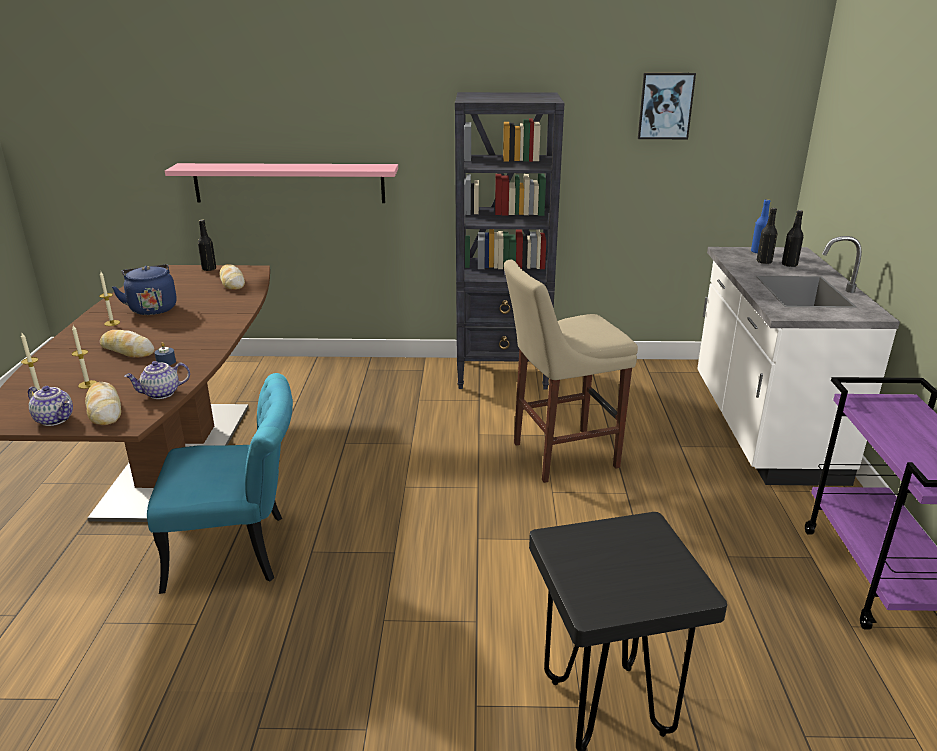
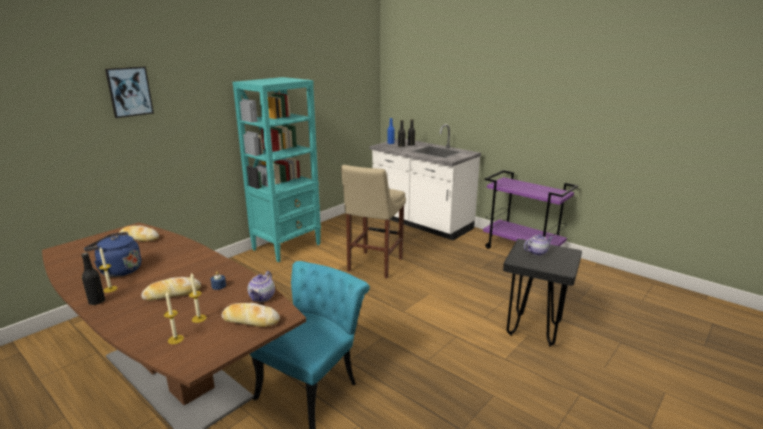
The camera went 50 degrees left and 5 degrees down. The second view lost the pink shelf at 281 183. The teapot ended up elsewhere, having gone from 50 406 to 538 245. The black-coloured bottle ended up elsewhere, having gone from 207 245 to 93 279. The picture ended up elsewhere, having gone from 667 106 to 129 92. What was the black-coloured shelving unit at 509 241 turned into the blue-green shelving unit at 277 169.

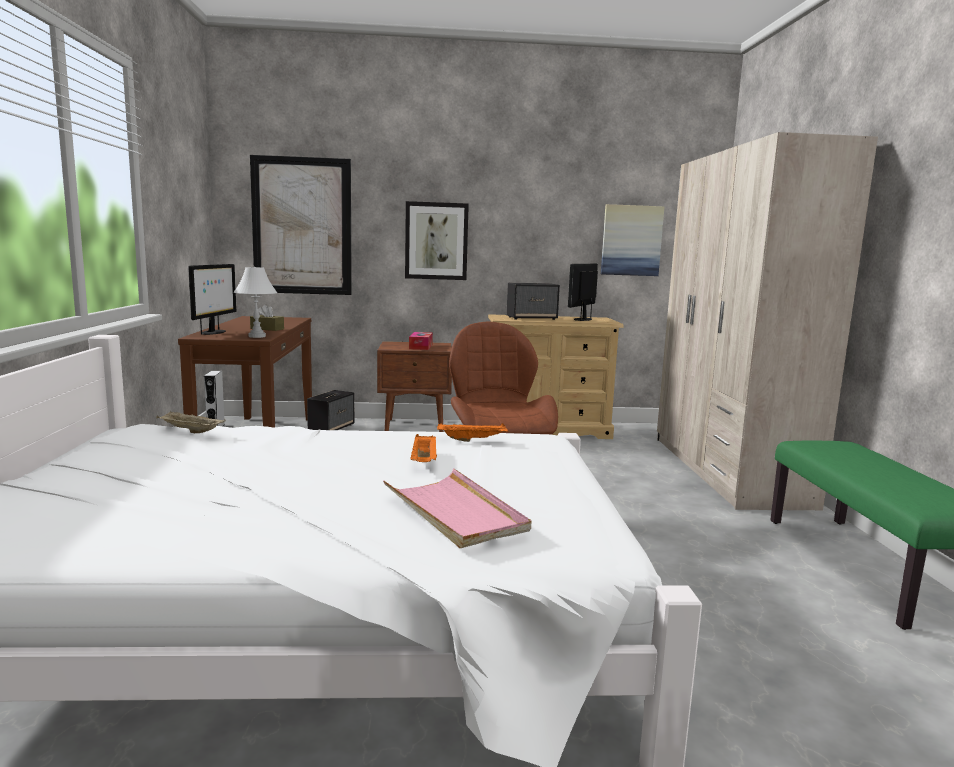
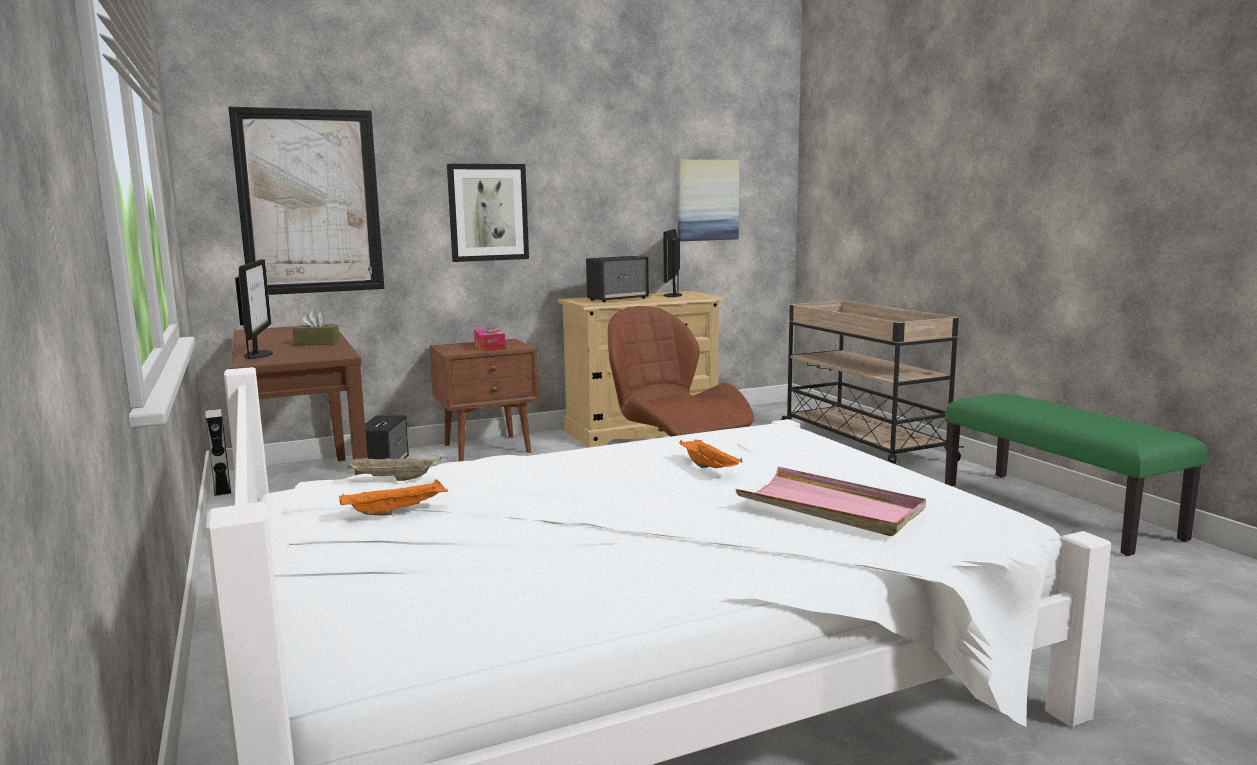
The camera went 20 degrees left and 0 degrees up. The second view lost the whitish tabletop lamp at 255 302. The orange-coloured carrying tray ended up elsewhere, having gone from 472 432 to 393 497. Where the beige-coloured armoire stood at 767 321, the beige-coloured trolley came to stand at 872 382.

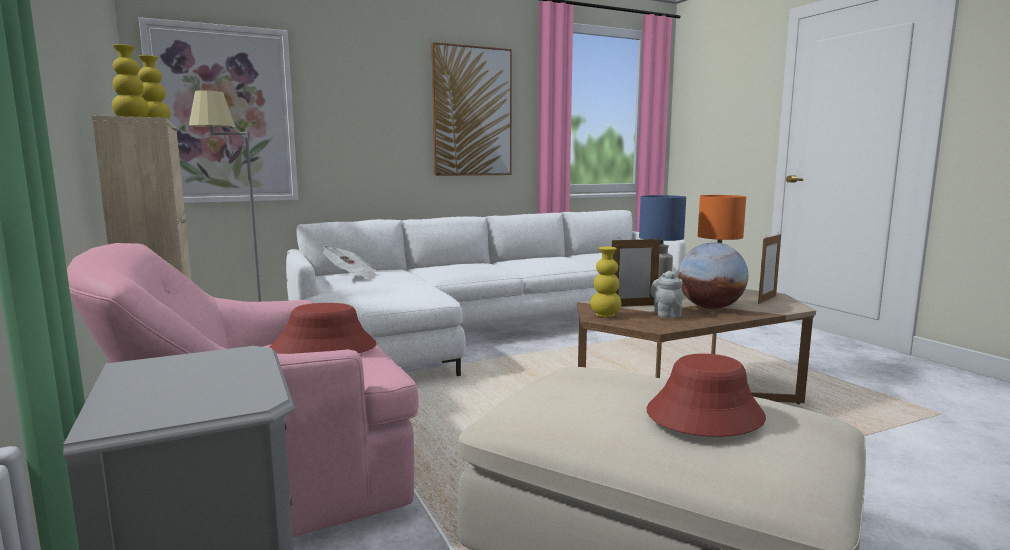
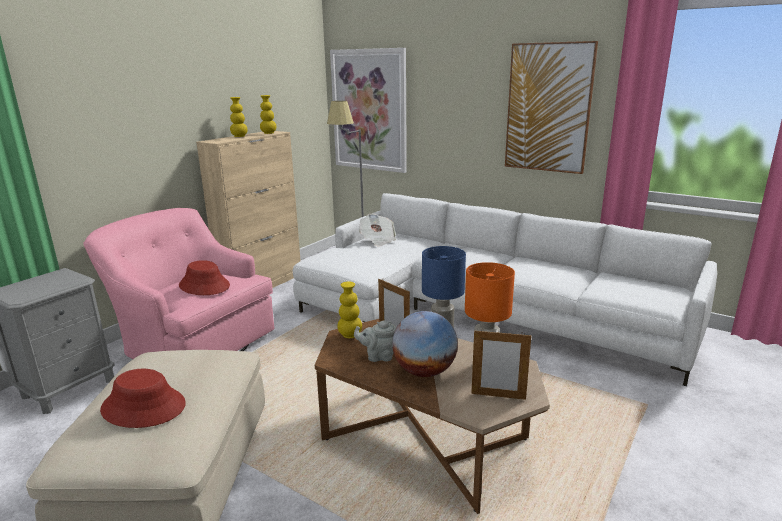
The camera went 60 degrees right and 10 degrees up. The gray teapot at 666 294 ended up facing another way, 150 degrees counterclockwise from before.

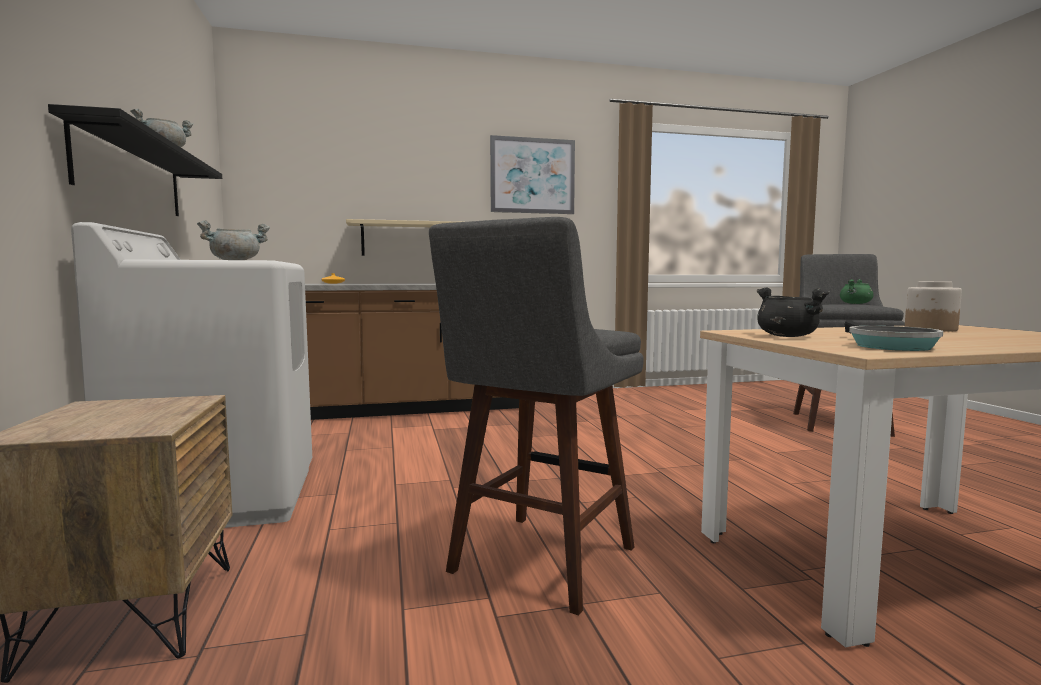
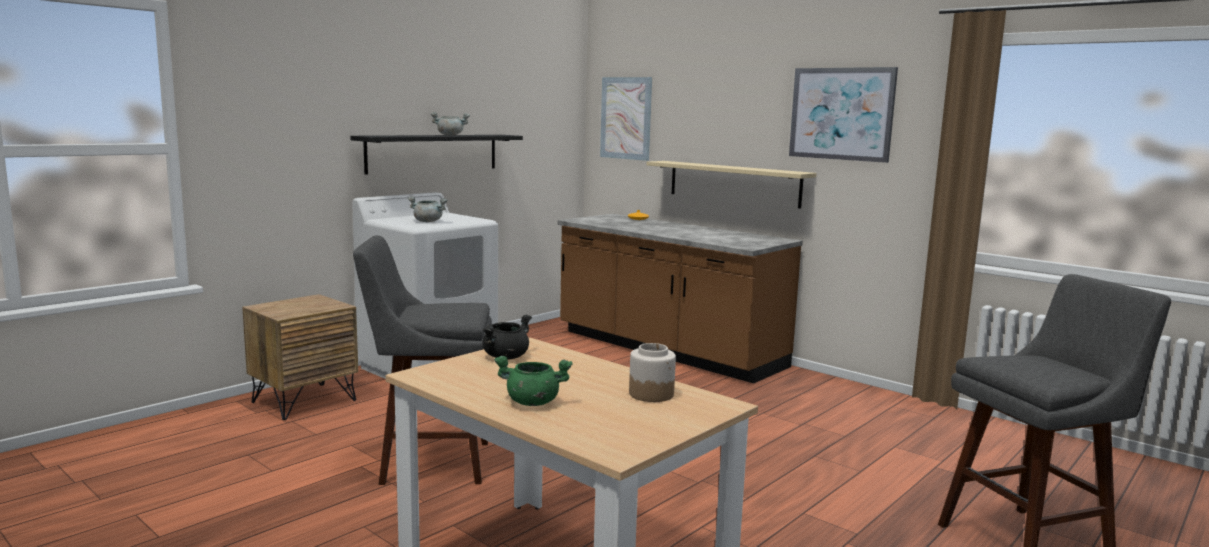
The camera went 55 degrees right and 5 degrees up. The second view lost the skillet at 893 336. The second view gained the picture at 626 119. The green-coloured stockpot ended up elsewhere, having gone from 857 291 to 533 381.

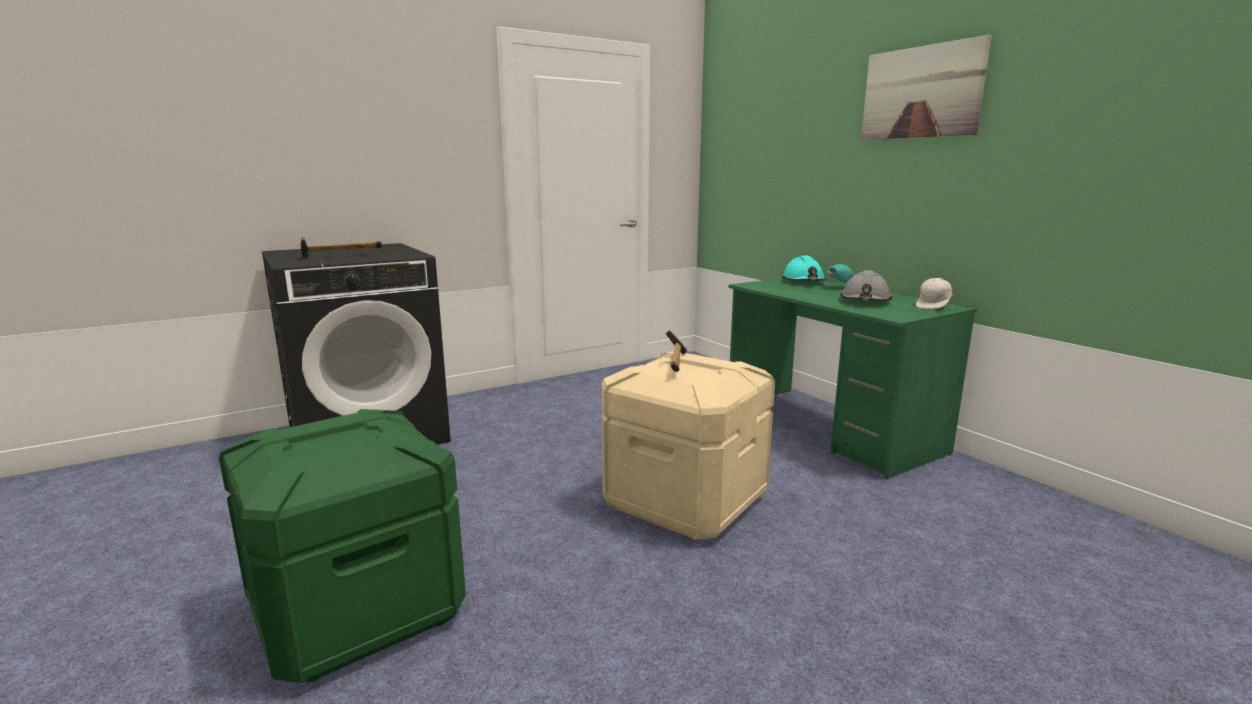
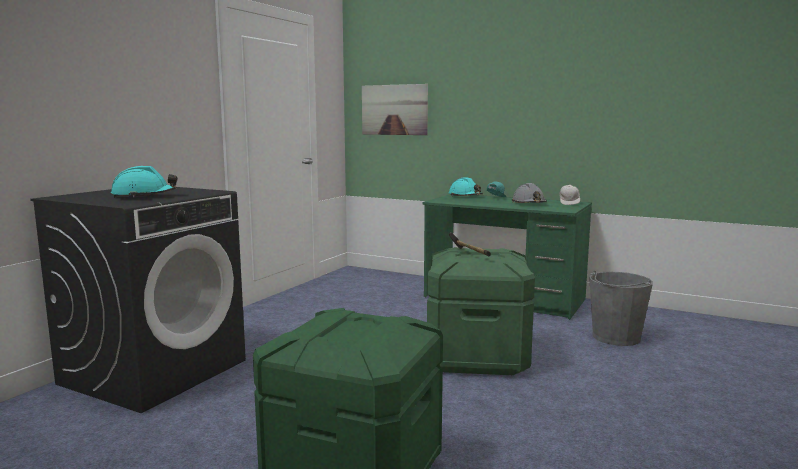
The camera went 30 degrees left and 5 degrees down. The second view gained the gray water bucket at 621 308. The picture ended up elsewhere, having gone from 926 87 to 395 109. Where the hammer stood at 341 247, the blue-green work helmet came to stand at 144 182. What was the beige-coloured storage container at 688 446 turned into the green-coloured storage container at 481 311.

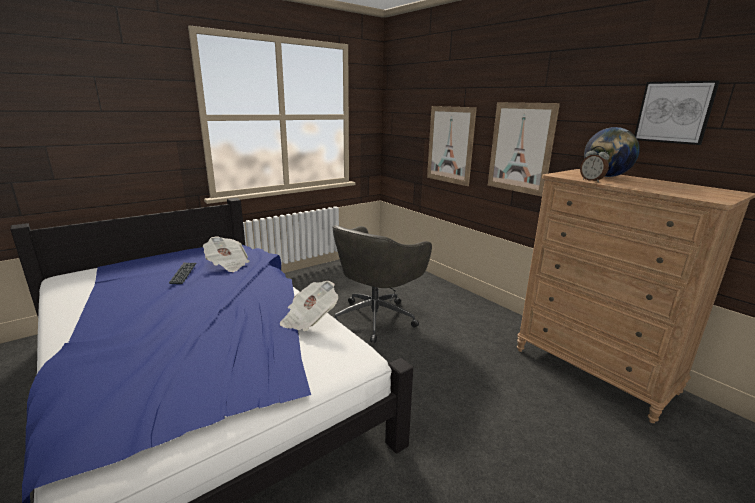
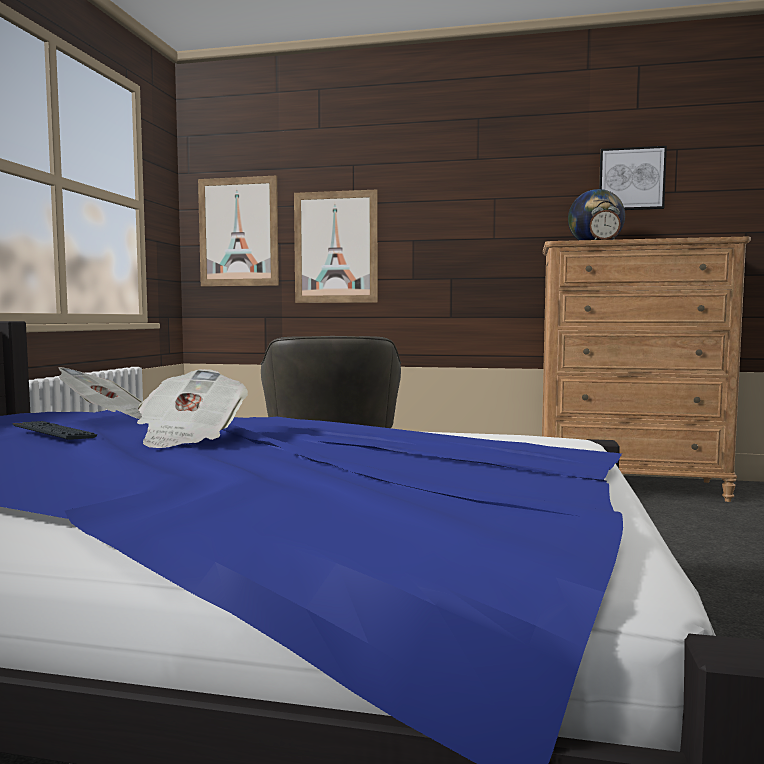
The camera went 40 degrees left and 15 degrees down. The printed paper ended up elsewhere, having gone from 309 306 to 192 408. The picture ended up elsewhere, having gone from 524 149 to 238 231.

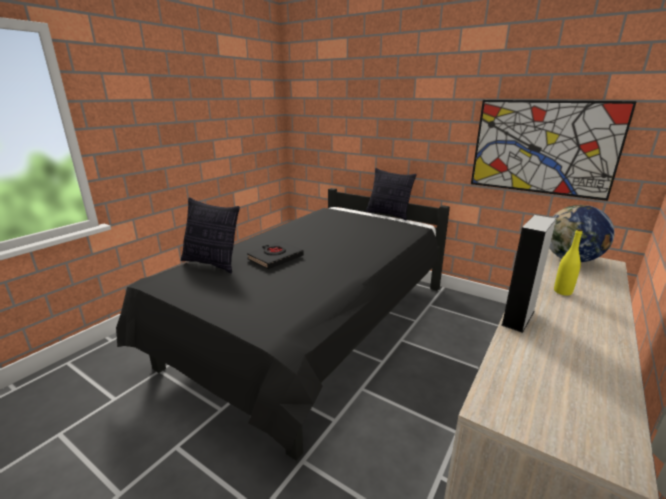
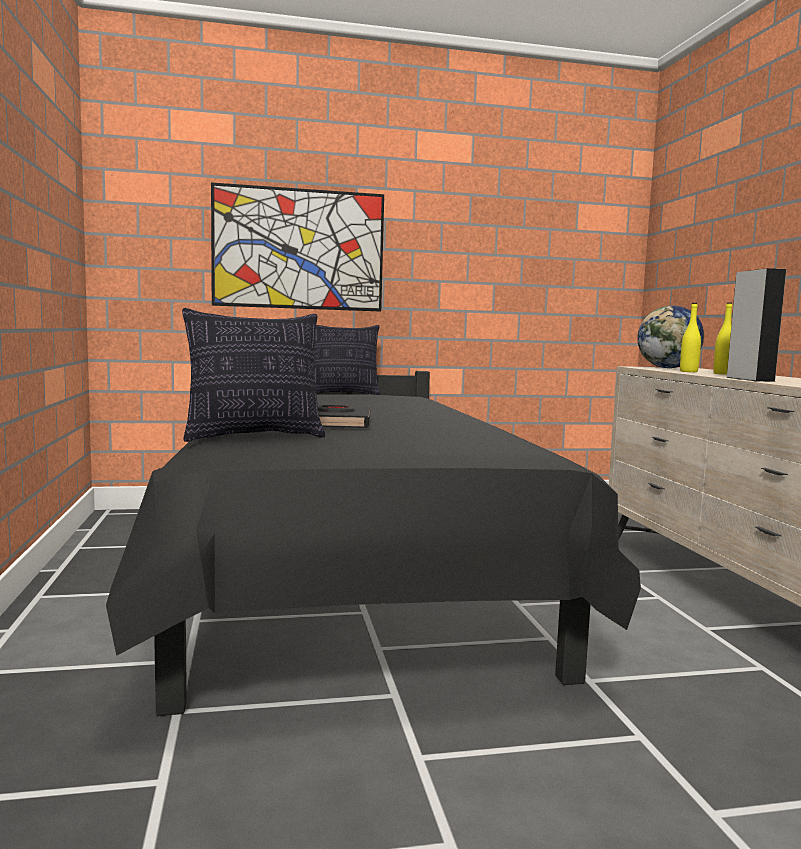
The camera went 45 degrees left and 15 degrees down. The second view gained the yellow-coloured bottle at 690 337. The picture ended up elsewhere, having gone from 554 150 to 297 247.

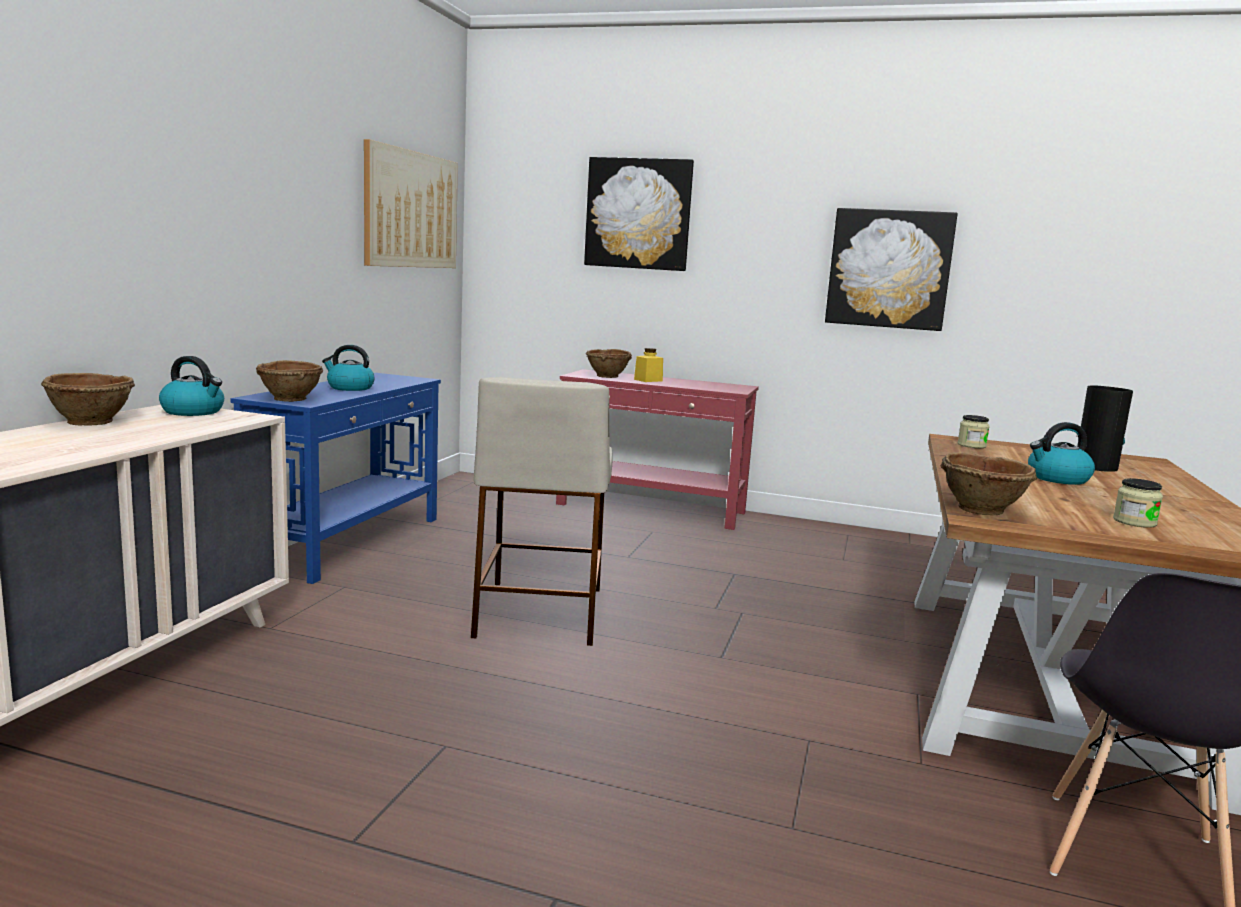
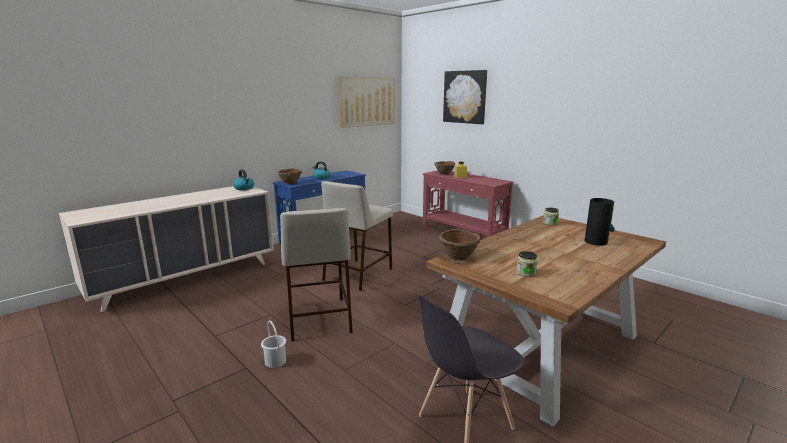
The camera went 30 degrees right and 5 degrees up. The second view lost the brown deep dish at 88 399. The second view lost the picture at 891 269. The second view lost the kettle at 1061 453. The second view gained the whitish water bucket at 273 344. The second view gained the beige-coloured stool seat at 316 275.

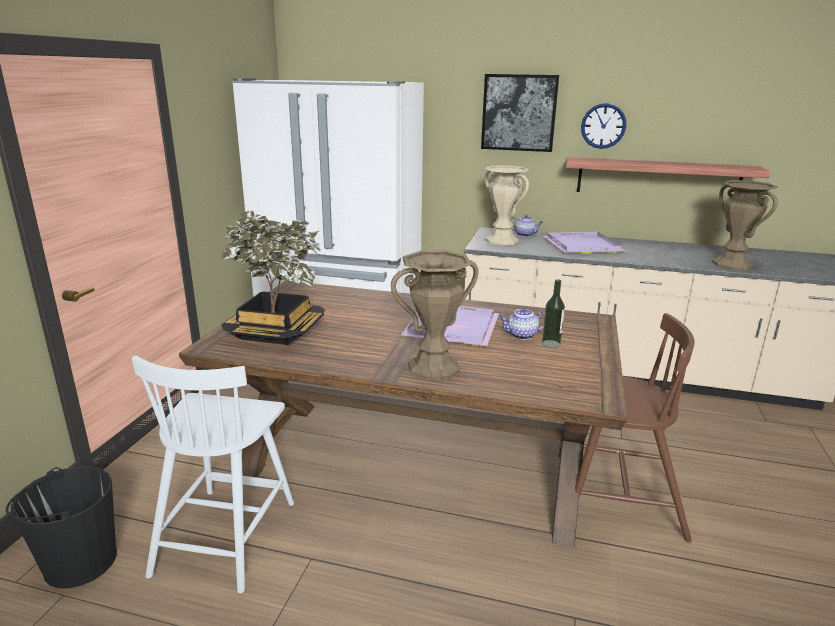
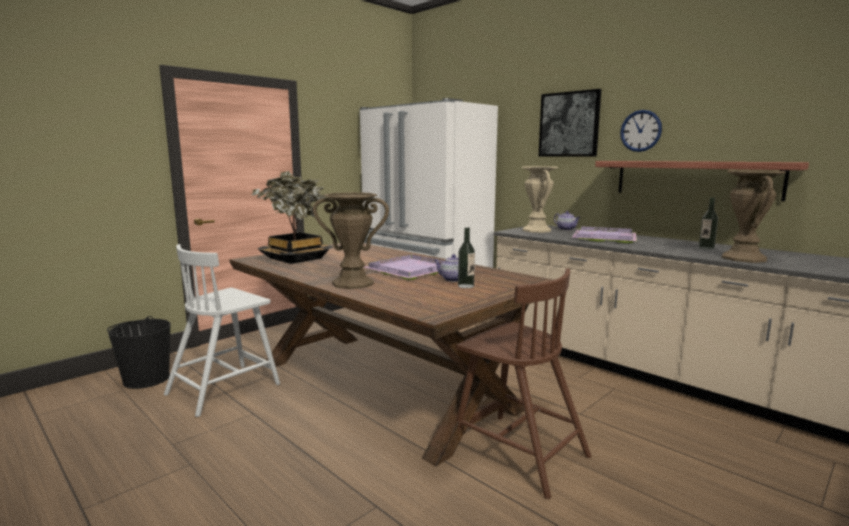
The camera went 30 degrees right and 10 degrees down. The second view gained the bottle at 708 223.

